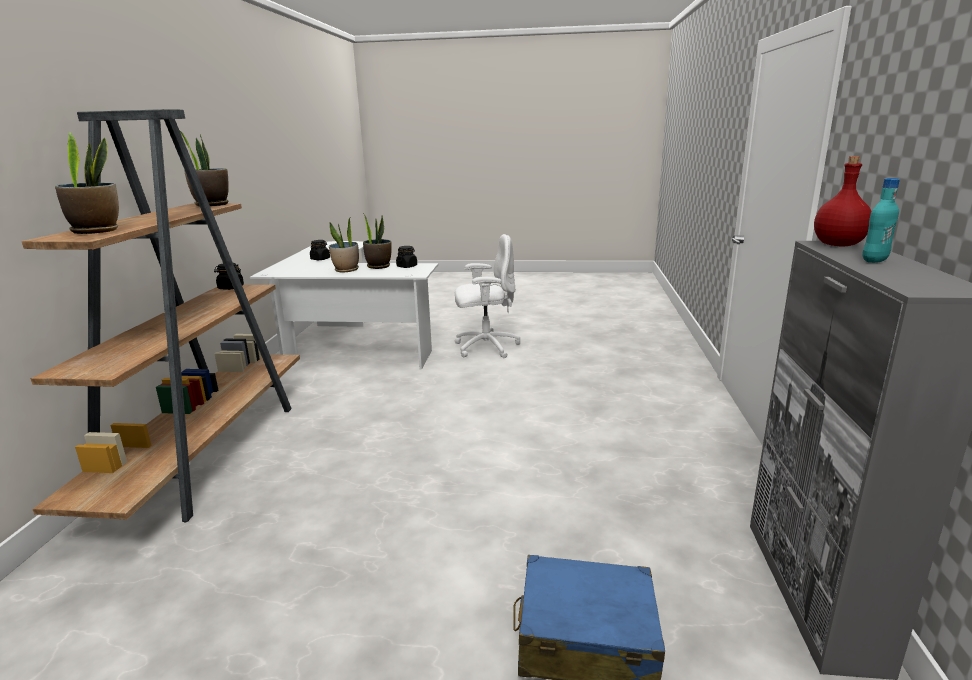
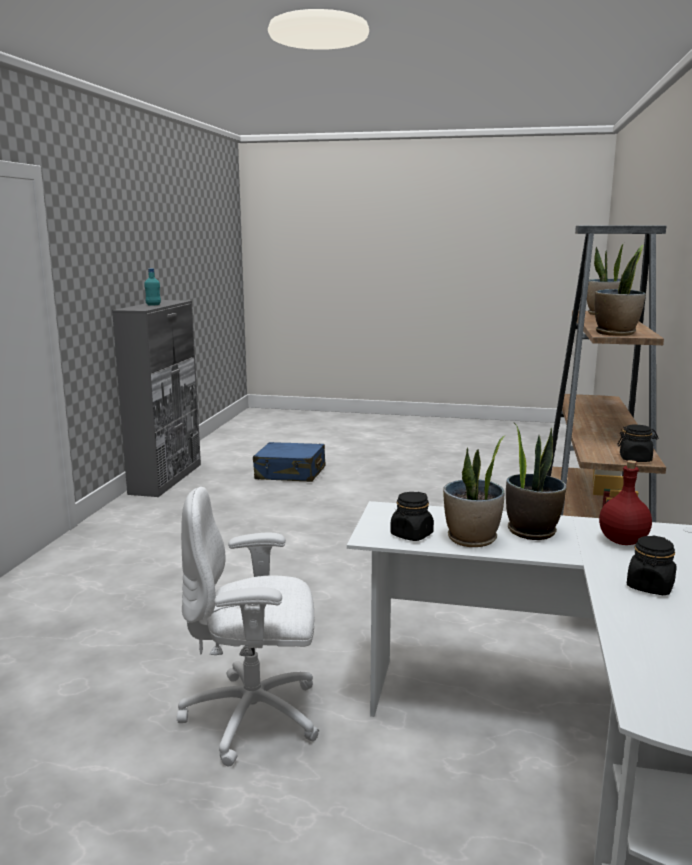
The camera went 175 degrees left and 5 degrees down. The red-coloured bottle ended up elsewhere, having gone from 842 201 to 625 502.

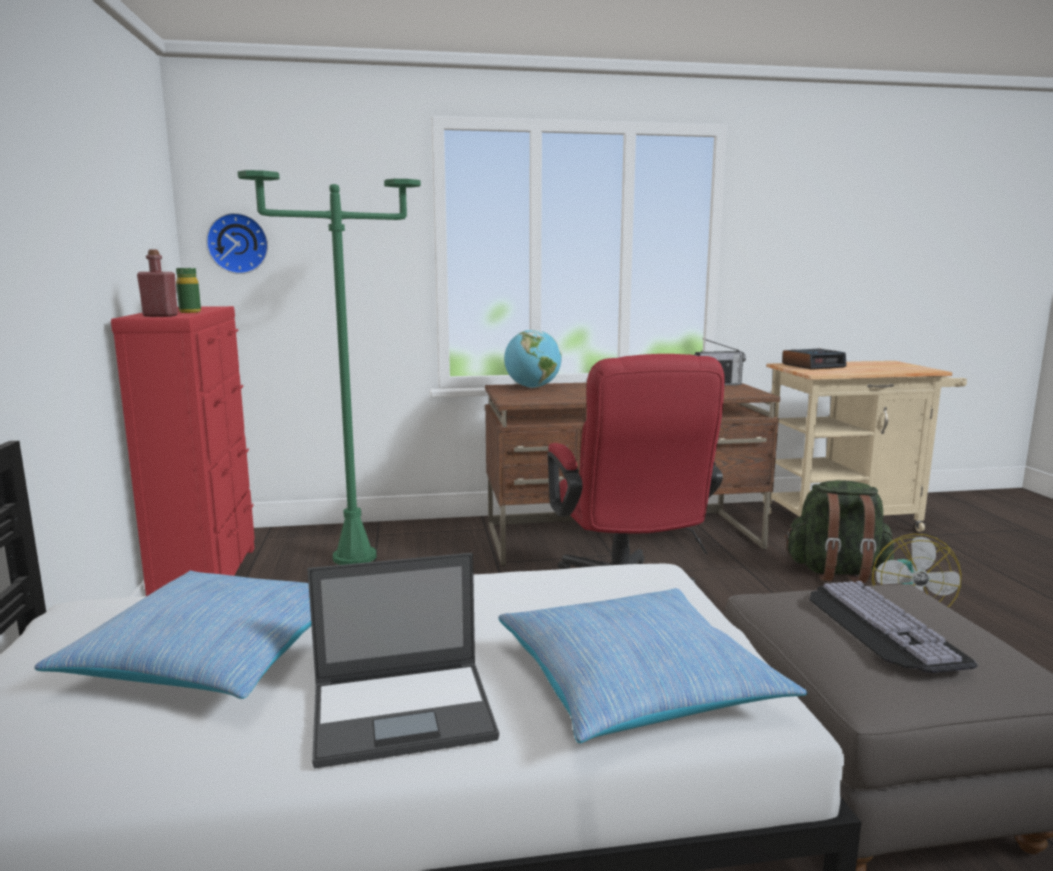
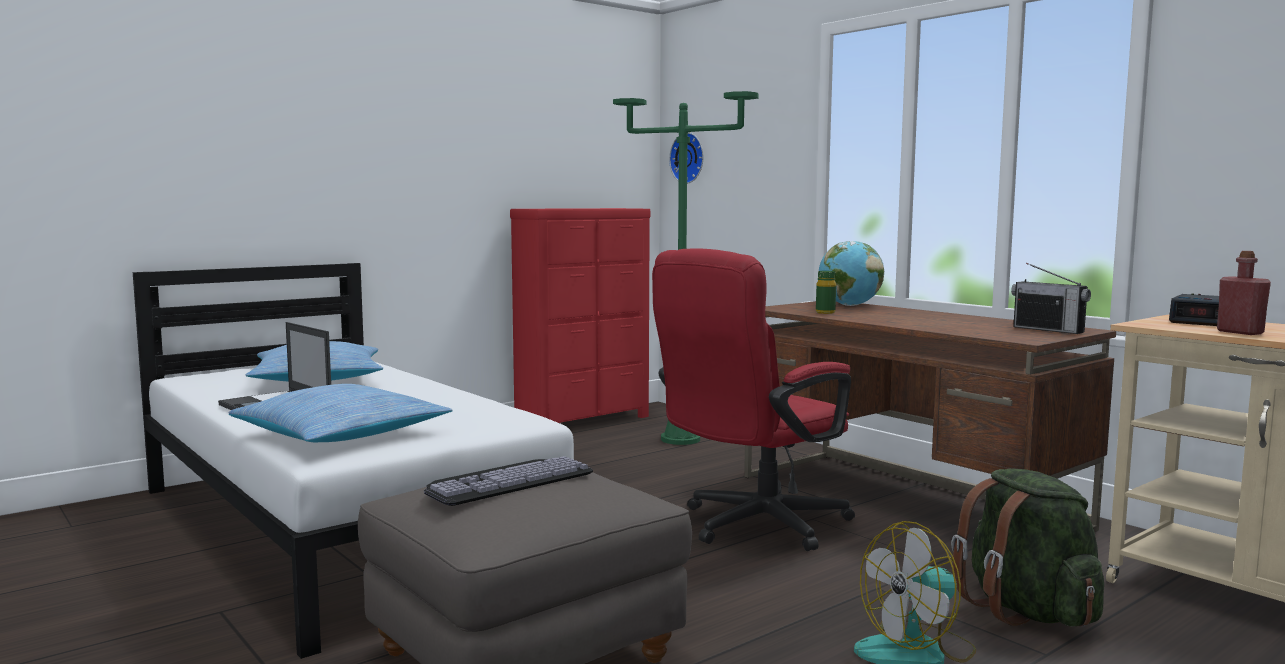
The camera went 60 degrees right and 5 degrees down. The red-coloured bottle ended up elsewhere, having gone from 157 283 to 1244 293. The green-coloured bottle ended up elsewhere, having gone from 188 290 to 826 292.

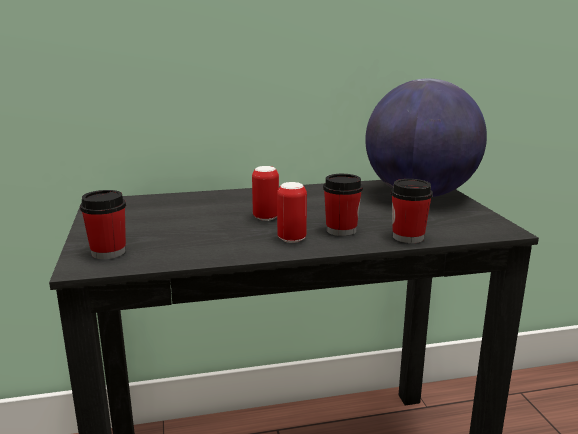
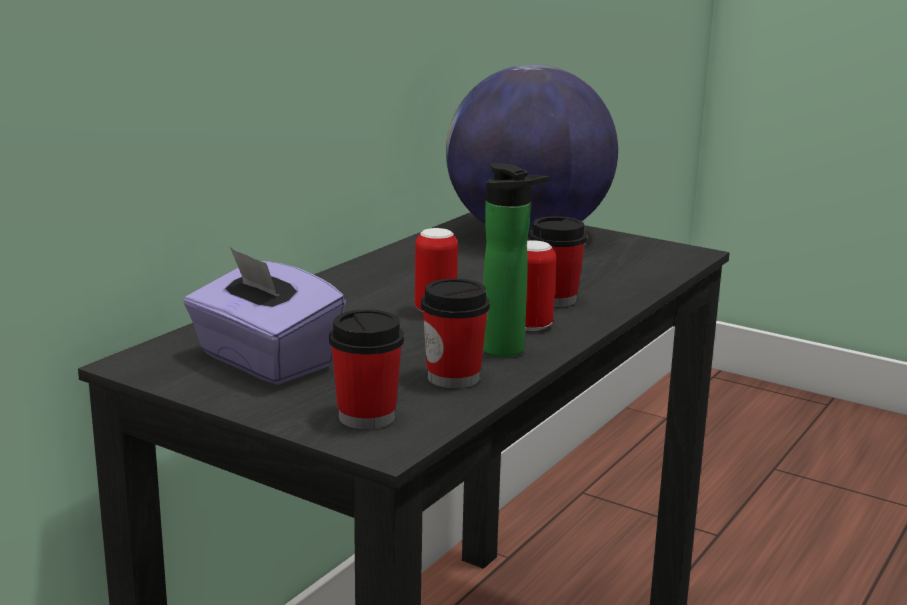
The camera went 45 degrees left and 0 degrees up. The second view gained the purple-coloured tissue box at 265 316. The second view gained the bottle at 516 260. The cup ended up elsewhere, having gone from 412 211 to 455 333.

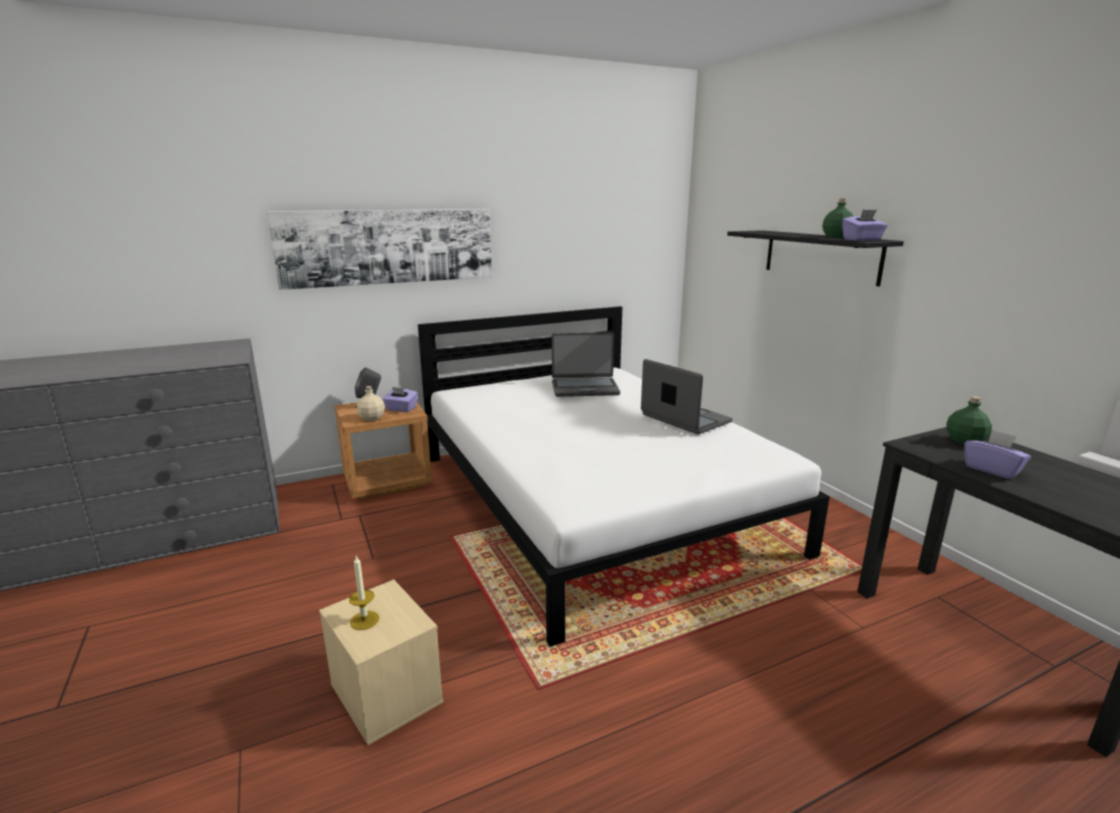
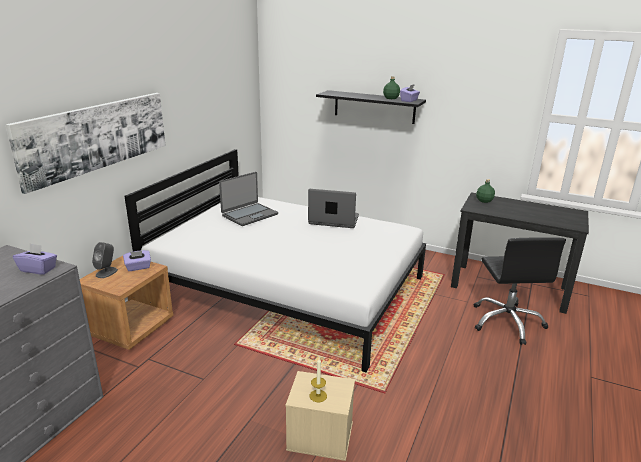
The camera went 40 degrees left and 5 degrees up. The second view lost the beige-coloured bottle at 371 403. The second view gained the black-coloured office chair at 520 291. The purple-coloured tissue box ended up elsewhere, having gone from 997 454 to 35 259.

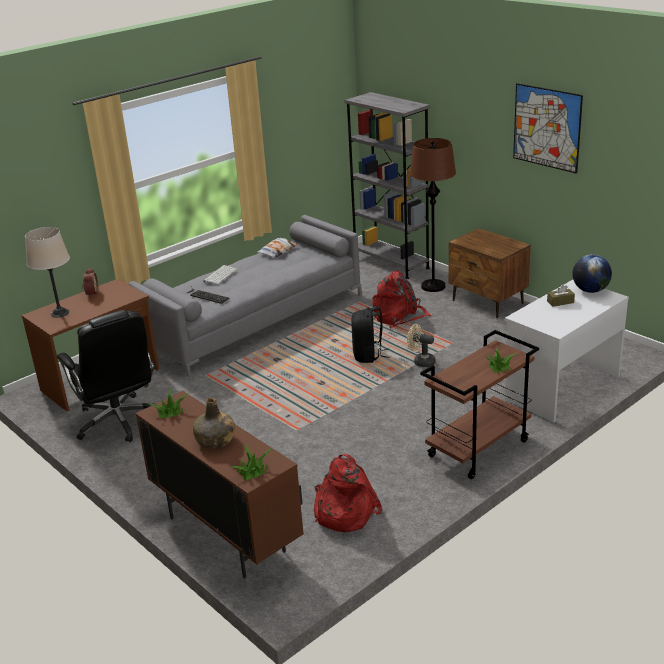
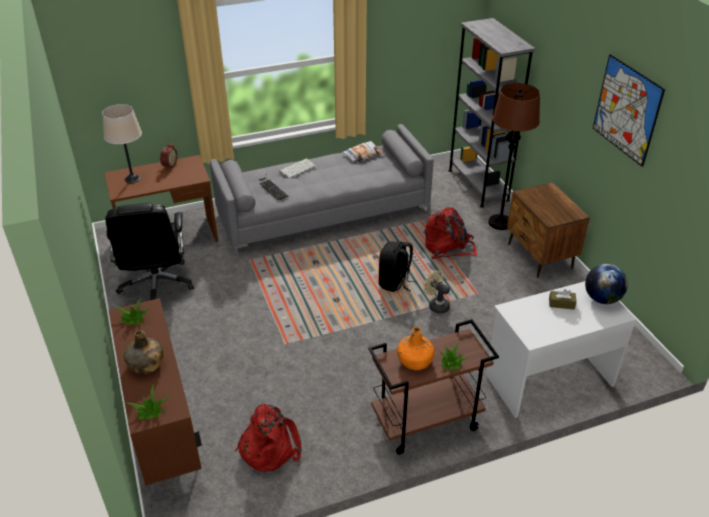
The camera went 20 degrees right and 10 degrees up. The second view gained the orange-coloured bottle at 415 348.

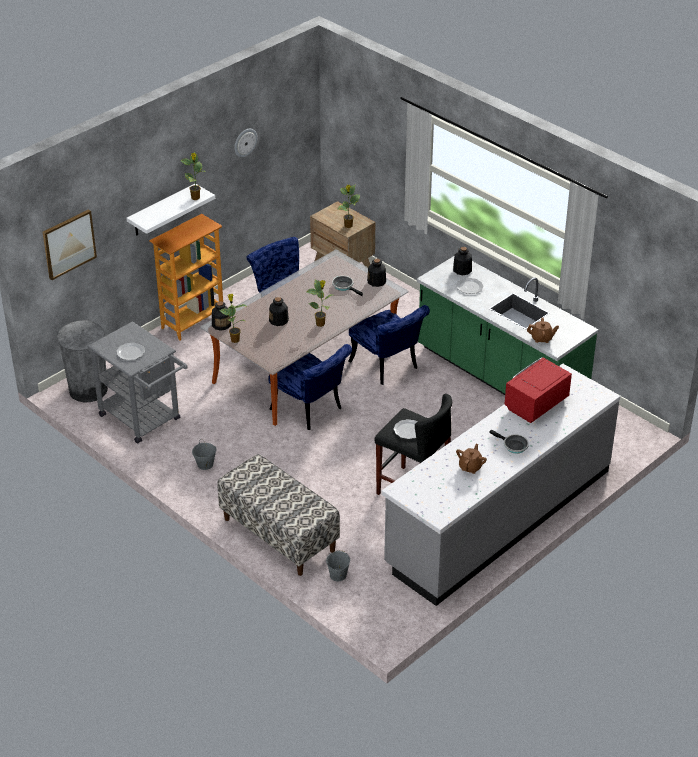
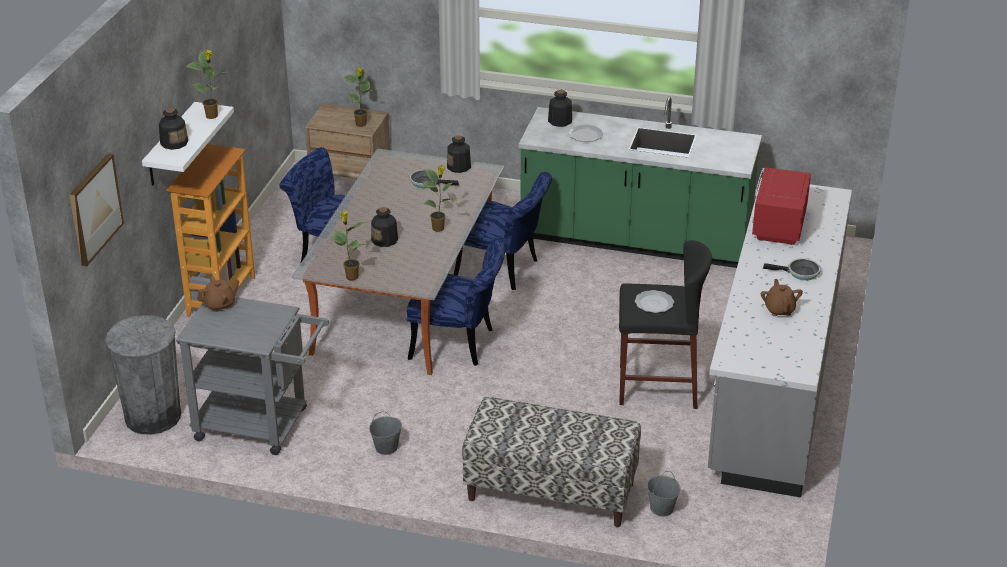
The camera went 30 degrees left and 5 degrees down. The second view lost the plate at 130 351. The second view lost the hanging clock at 245 143. The bottle ended up elsewhere, having gone from 221 316 to 173 129. The brown teapot ended up elsewhere, having gone from 543 330 to 218 294.

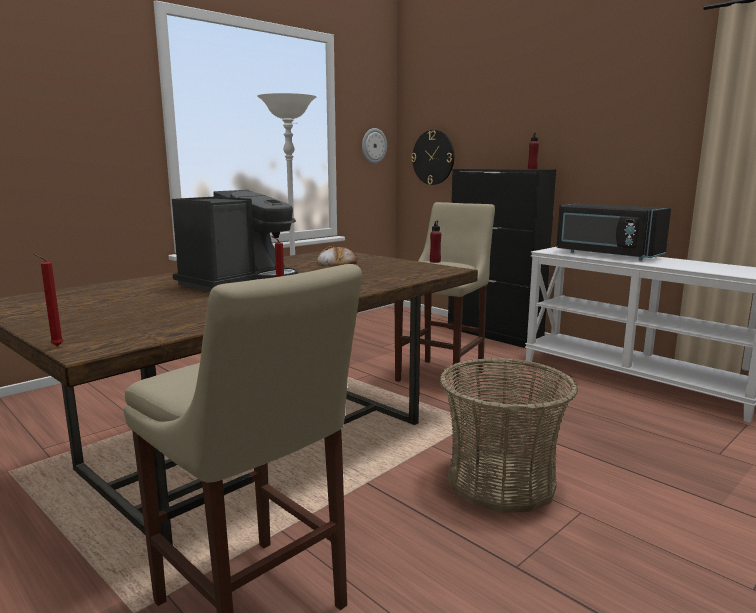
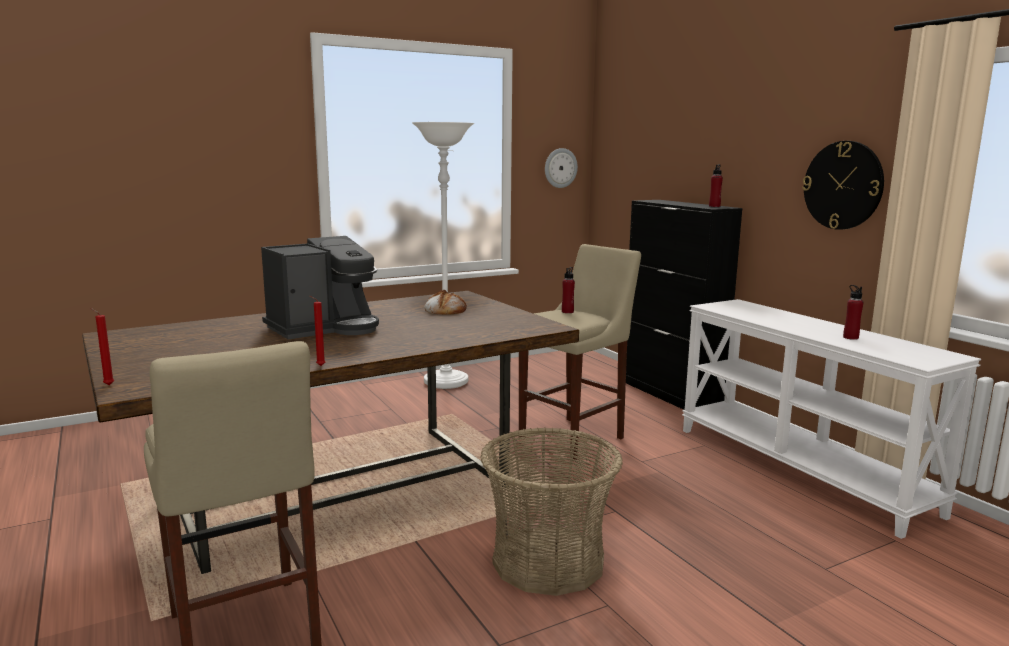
The camera went 15 degrees right and 0 degrees up. The second view lost the black-coloured microwave at 613 232. The second view gained the red-coloured bottle at 853 312. The hanging clock ended up elsewhere, having gone from 432 157 to 843 185.

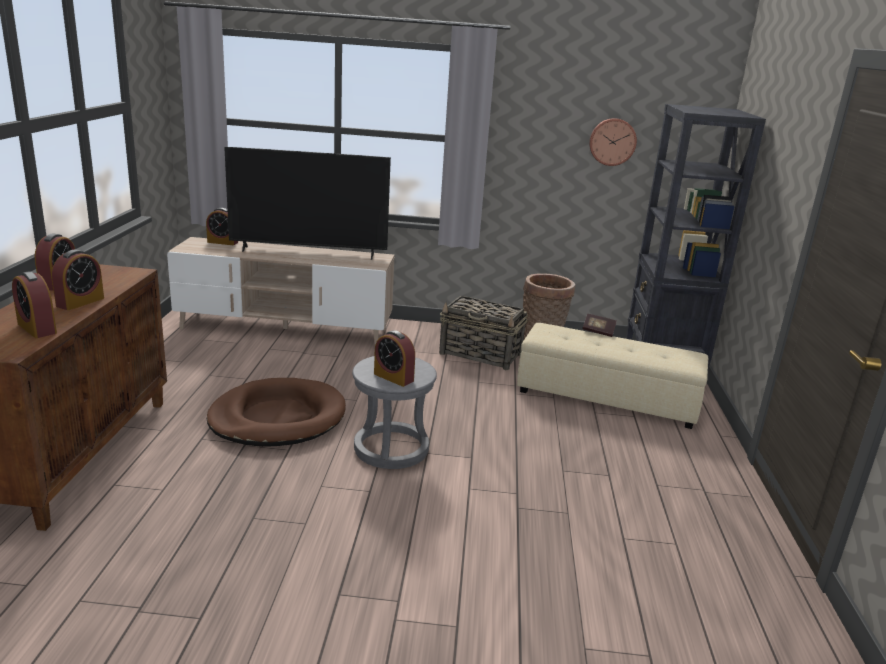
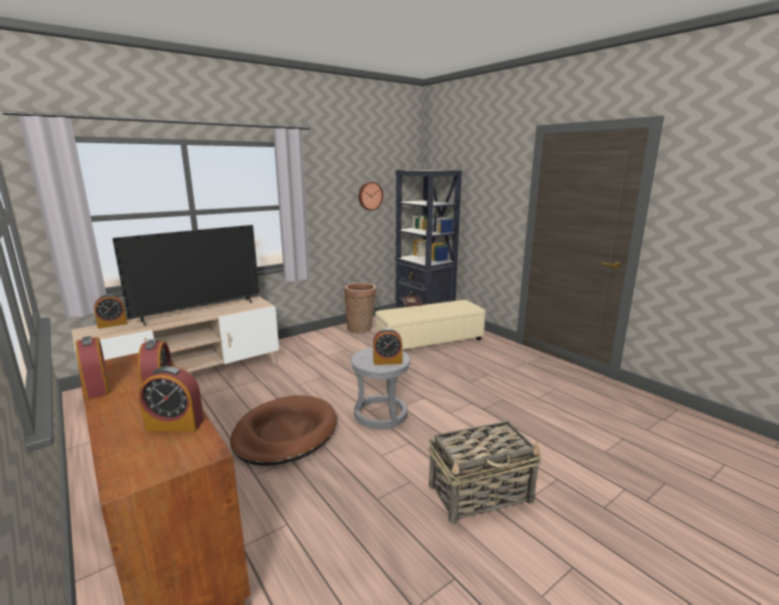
The camera went 40 degrees left and 5 degrees down. The basket ended up elsewhere, having gone from 483 333 to 484 472.

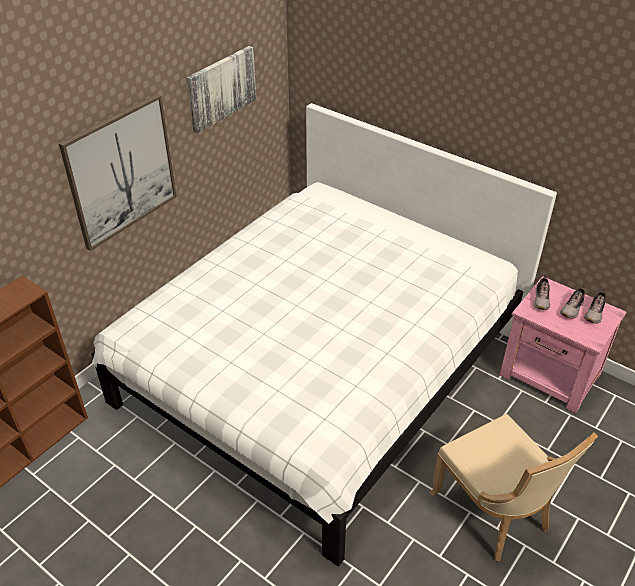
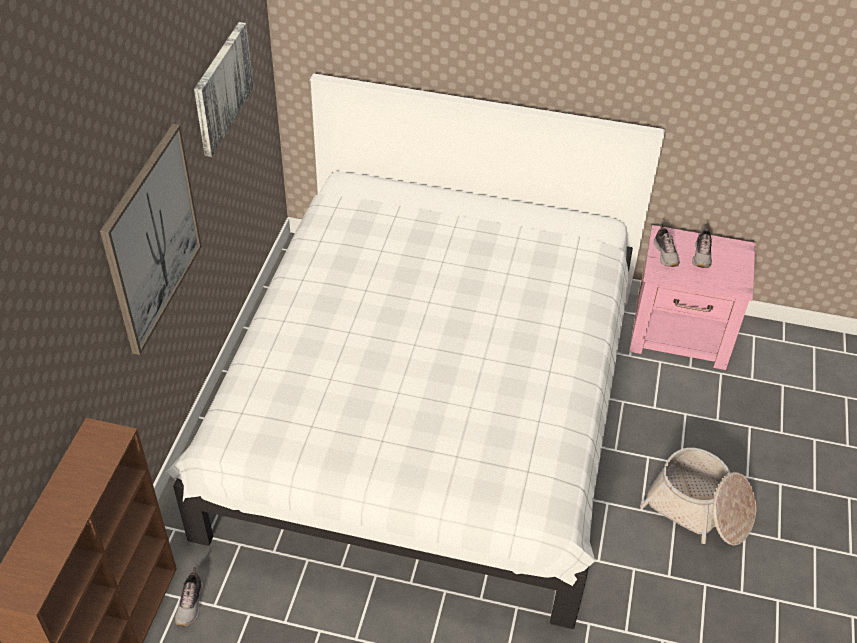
The camera went 25 degrees left and 5 degrees up. The shoe ended up elsewhere, having gone from 595 306 to 189 596. Where the beige-coloured plain chair stood at 514 487, the basket came to stand at 698 496.

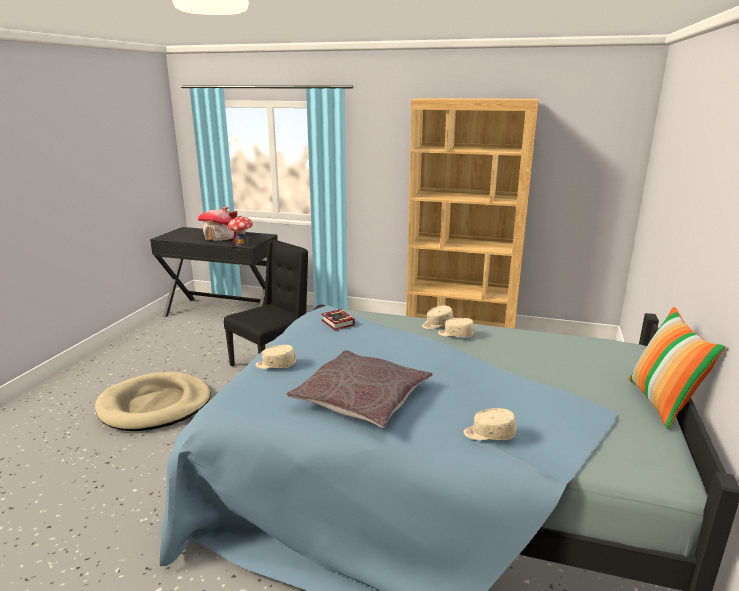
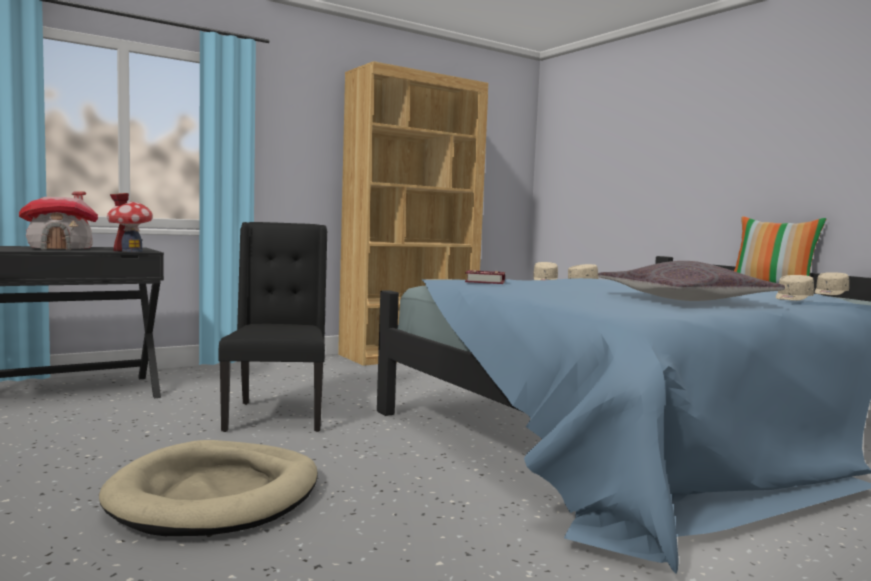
The camera went 50 degrees left and 15 degrees down. The beige-coloured peaked cap ended up elsewhere, having gone from 276 357 to 832 283.

